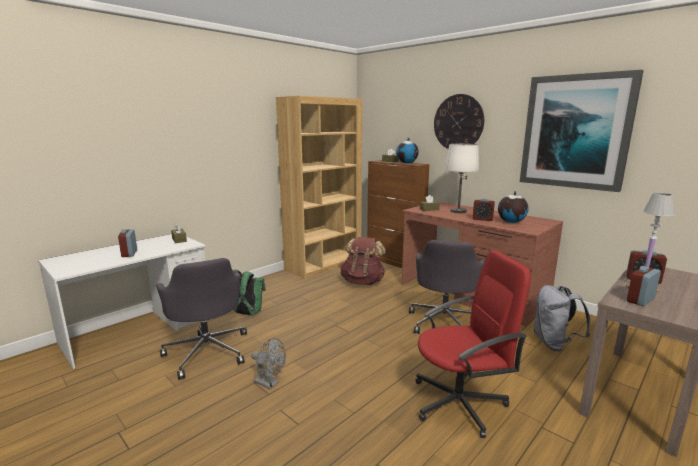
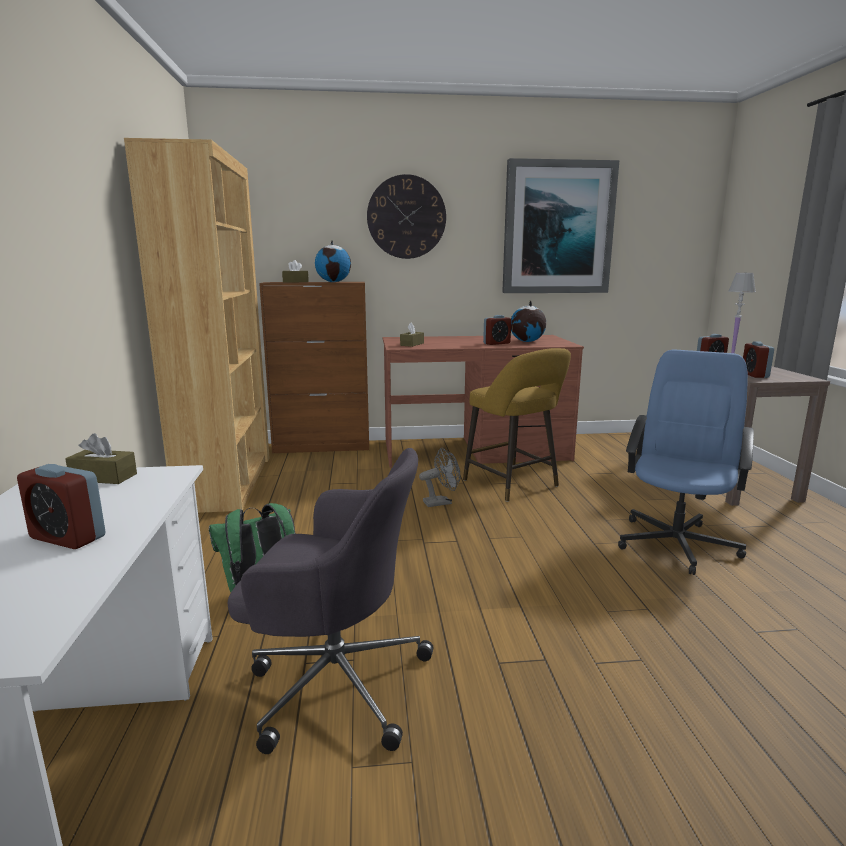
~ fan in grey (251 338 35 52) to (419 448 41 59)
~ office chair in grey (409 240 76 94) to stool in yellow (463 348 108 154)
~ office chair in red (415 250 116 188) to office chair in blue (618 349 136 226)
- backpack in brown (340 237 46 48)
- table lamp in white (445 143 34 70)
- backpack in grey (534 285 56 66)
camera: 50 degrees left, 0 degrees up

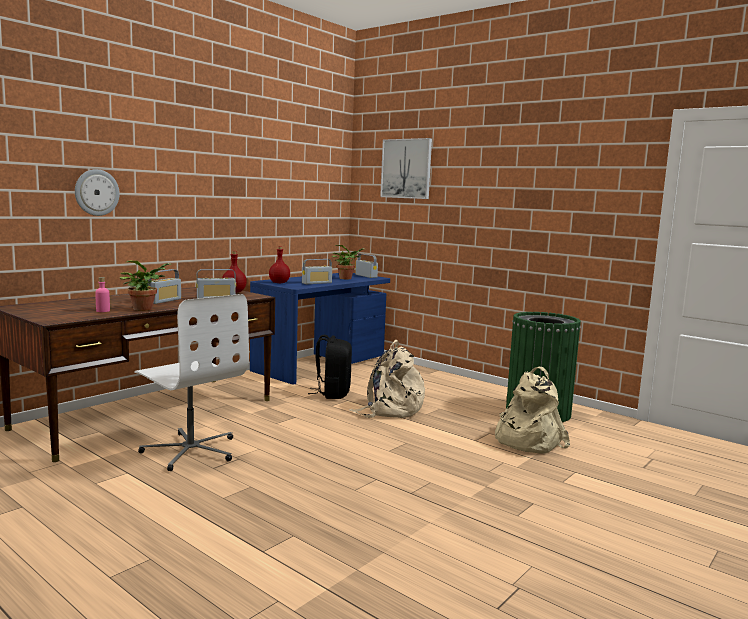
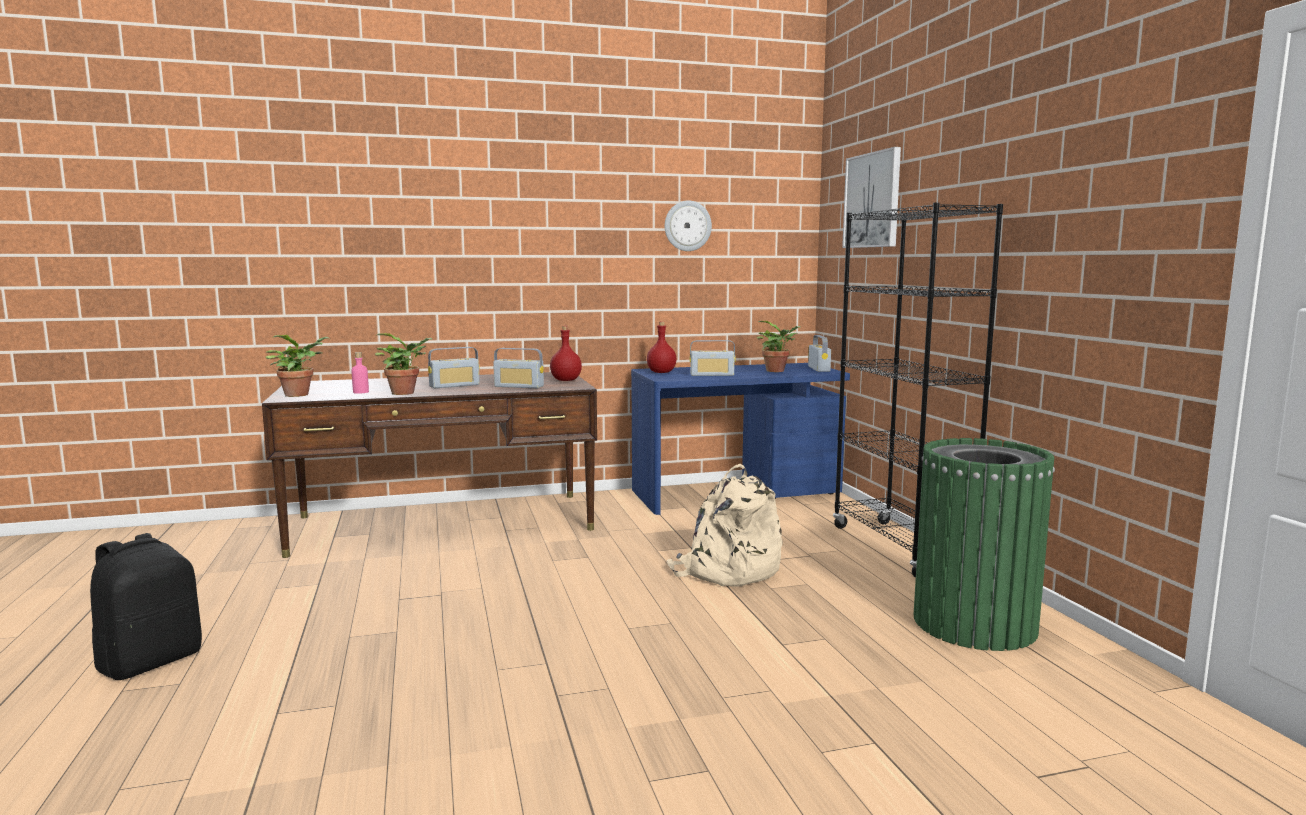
~ backpack in black (308 335 44 64) to (90 533 112 147)
+ potted plant (265 335 65 62)
~ wall clock (75 169 45 47) to (665 200 47 51)
+ bookcase in black (833 202 170 376)
- office chair in white (134 294 115 177)
- backpack in beige (495 367 75 87)
camera: 35 degrees right, 0 degrees up

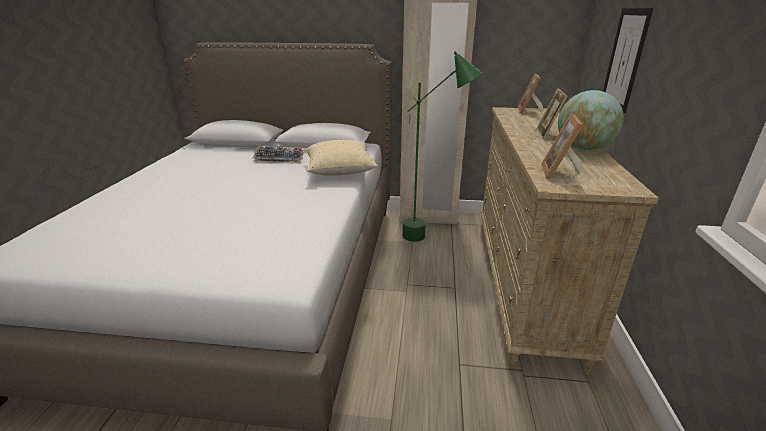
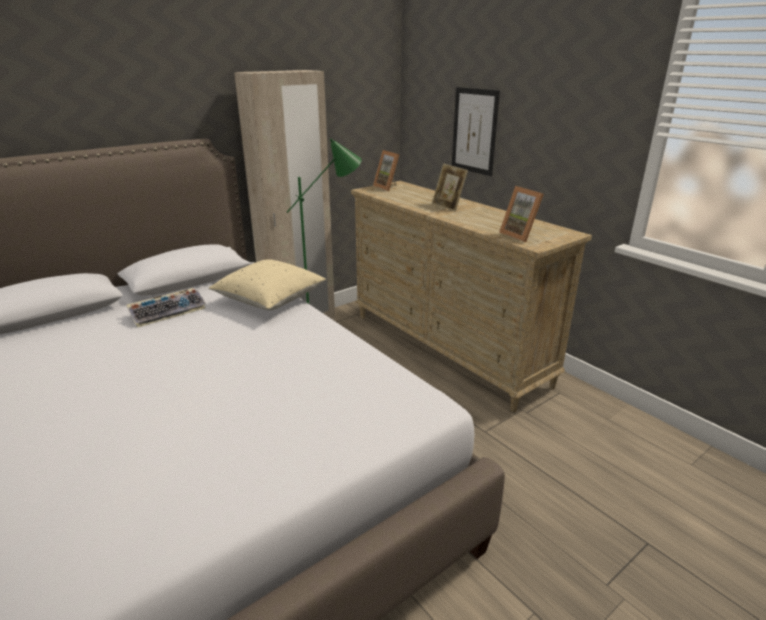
- globe (558 90 66 61)
camera: 45 degrees left, 0 degrees up

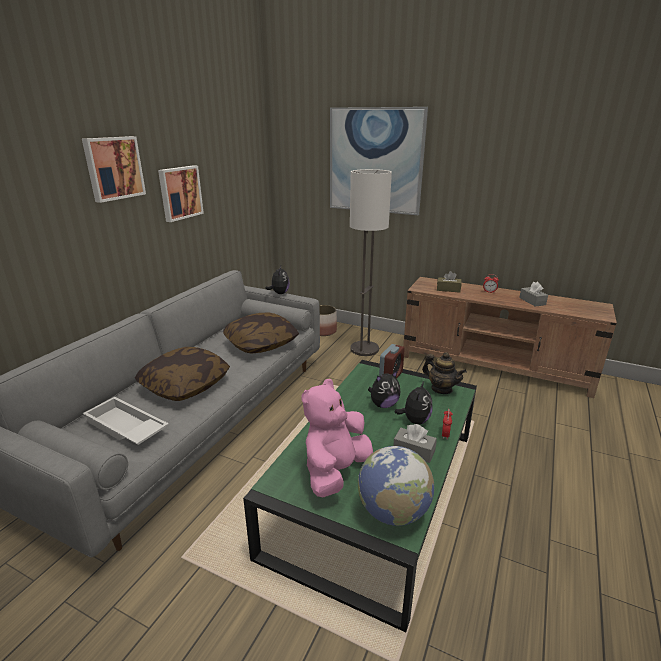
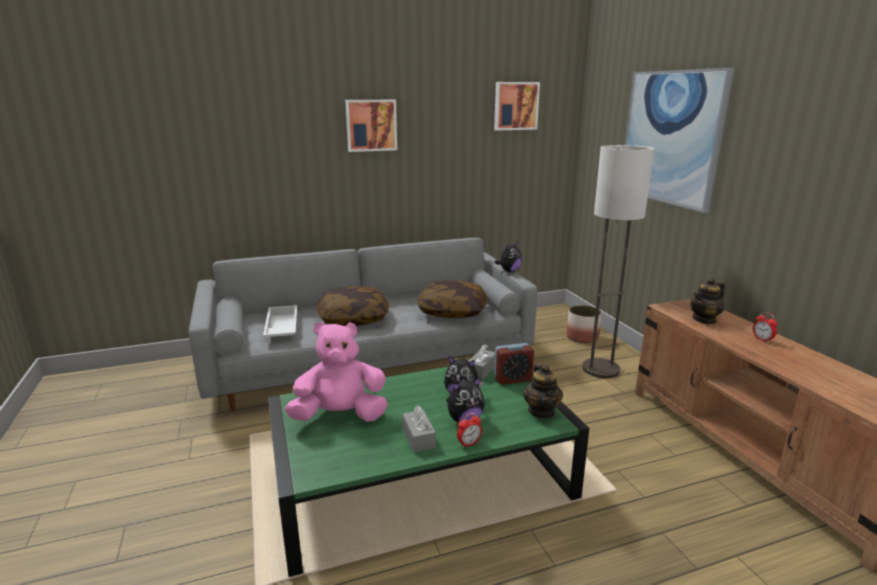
~ tissue box in grey (519 282 29 25) to (469 344 26 36)
~ picture (158 165 46 57) to (494 82 46 49)
~ tissue box in brown (437 271 25 22) to teapot (690 278 35 46)
- globe (358 446 76 80)
camera: 45 degrees right, 5 degrees down

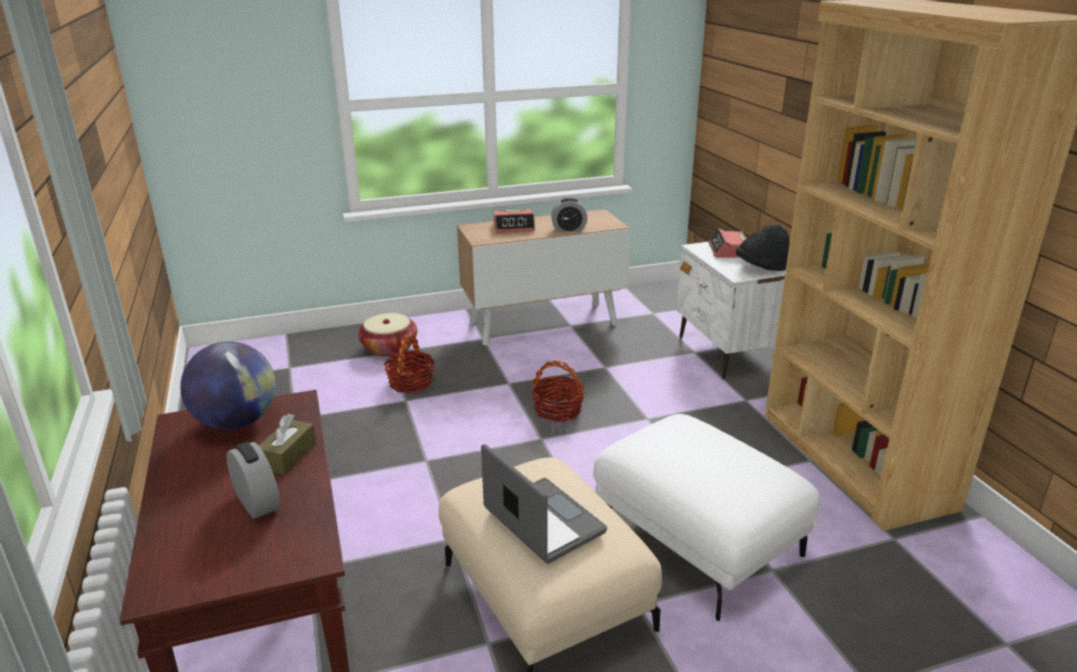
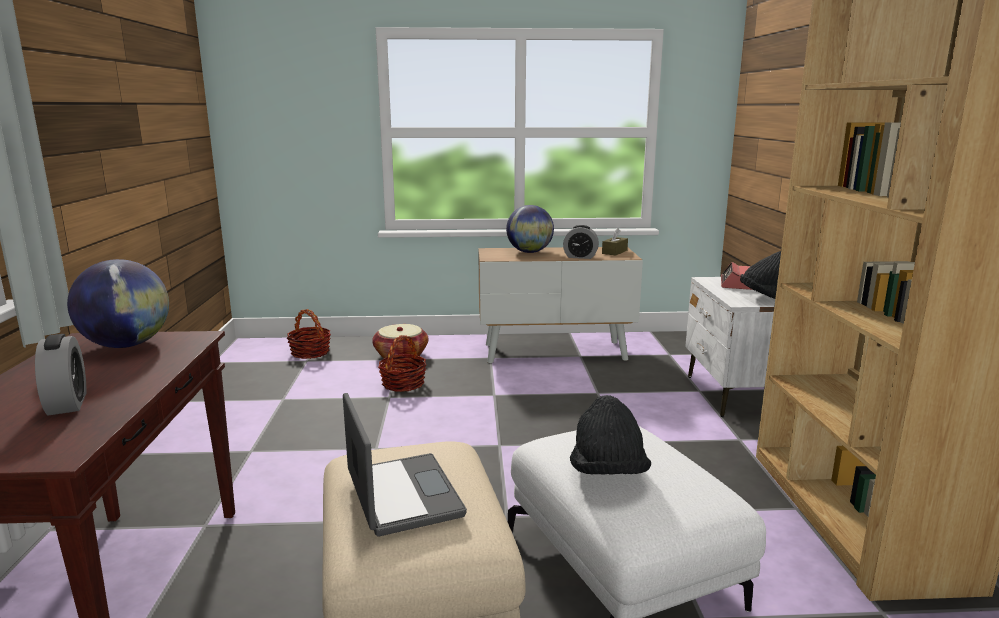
~ basket (531 361 54 61) to (287 309 44 50)
~ alarm clock (494 209 41 23) to globe (506 205 48 48)
+ hat in black (570 395 81 80)
~ tissue box in brown (259 414 57 61) to (602 228 26 28)
camera: 15 degrees right, 10 degrees down

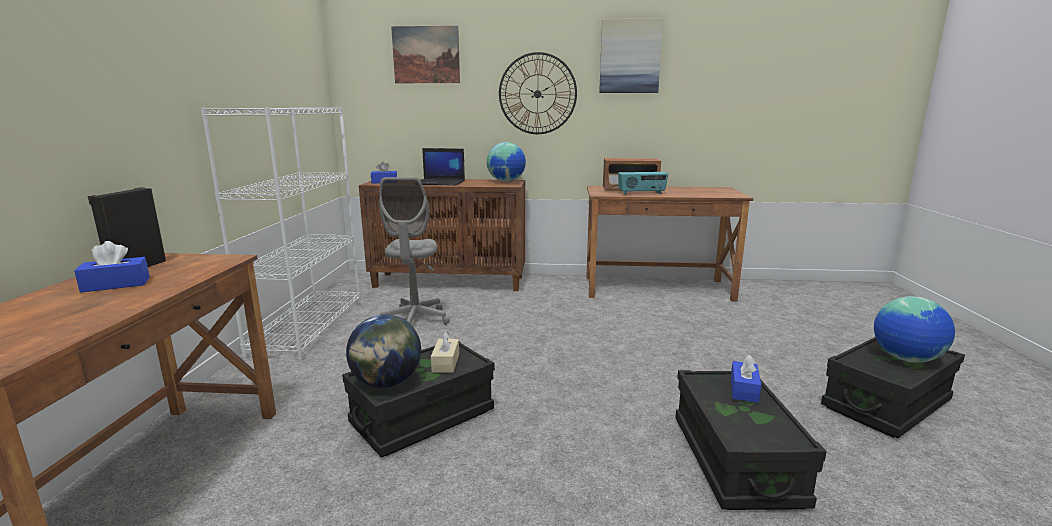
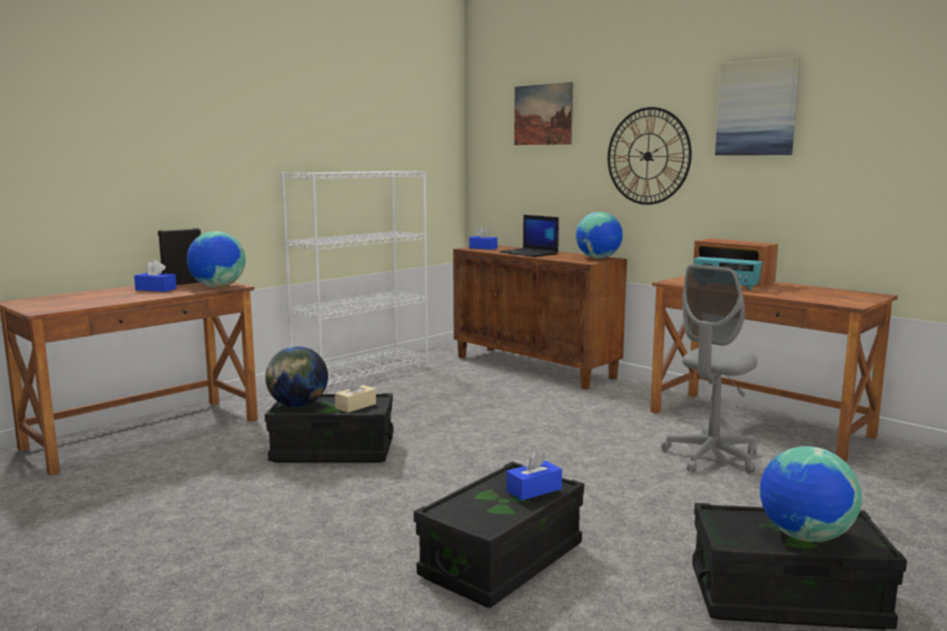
+ globe (187 231 59 56)
~ office chair in grey (379 177 71 148) to (661 264 96 210)
camera: 40 degrees right, 5 degrees down

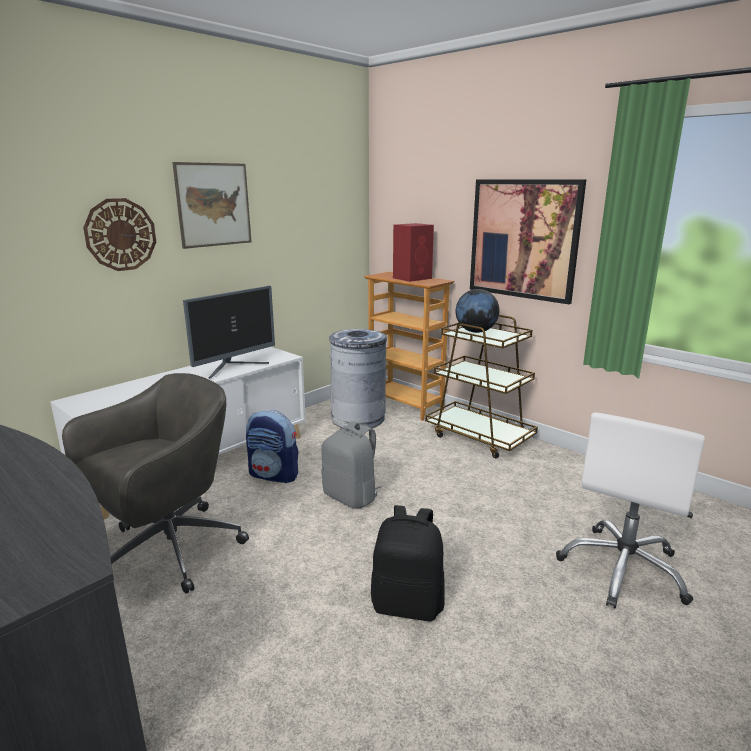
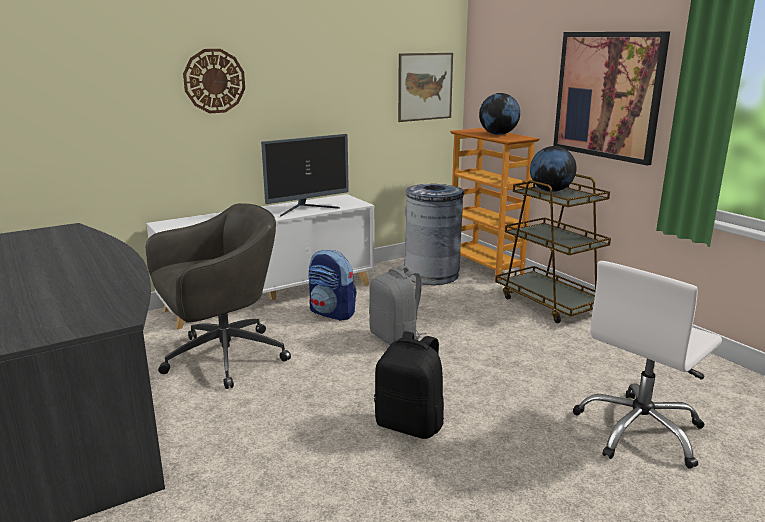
~ picture (172 162 79 87) to (398 53 55 69)
~ speaker in red (393 223 41 59) to globe (479 93 41 42)
camera: 15 degrees right, 0 degrees up

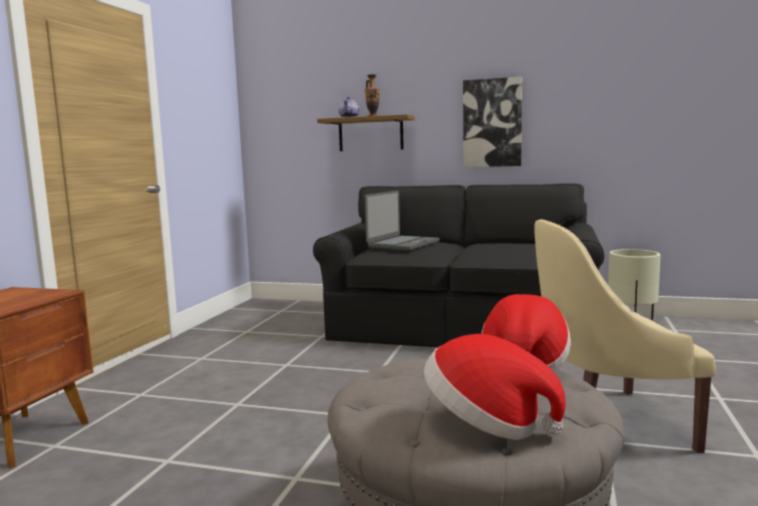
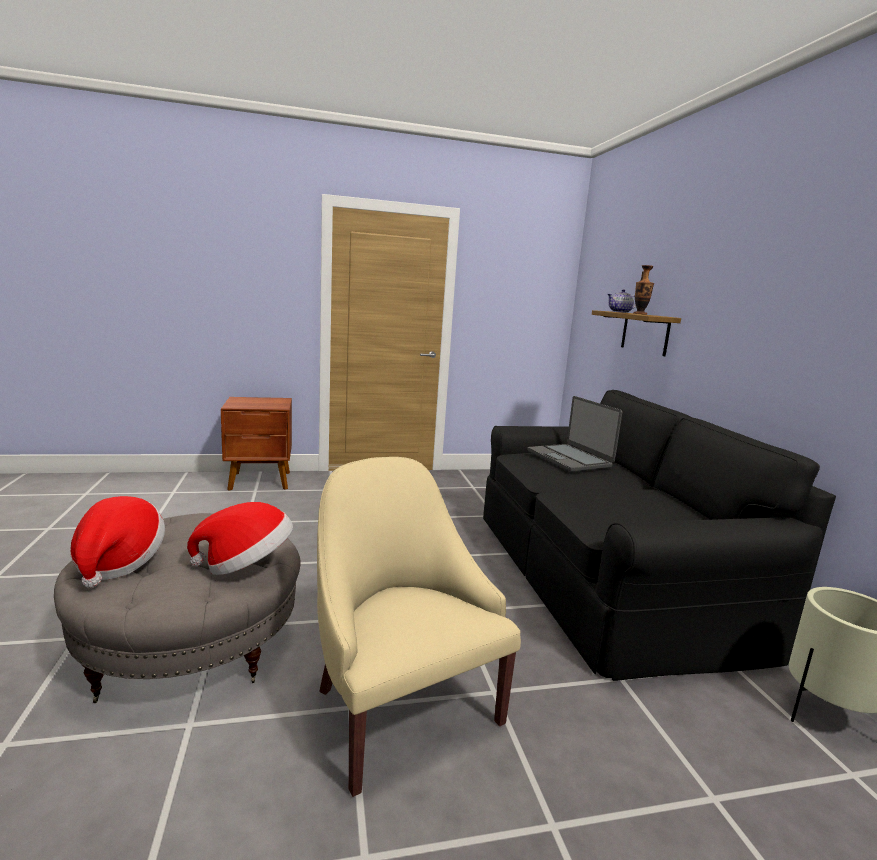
~ laptop (365 190 74 61) = (527 396 95 76) 60 degrees clockwise
- picture (463 77 59 90)
camera: 60 degrees right, 5 degrees up

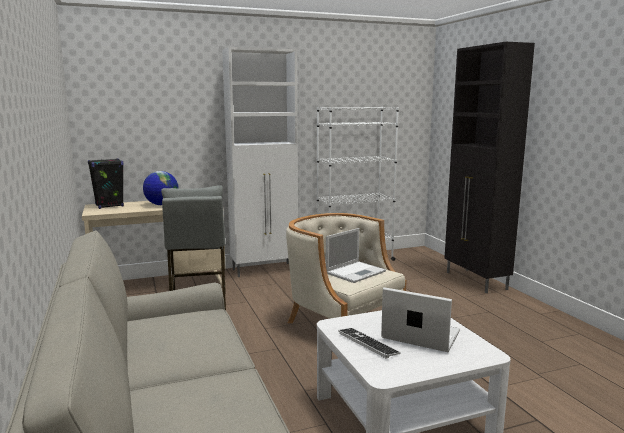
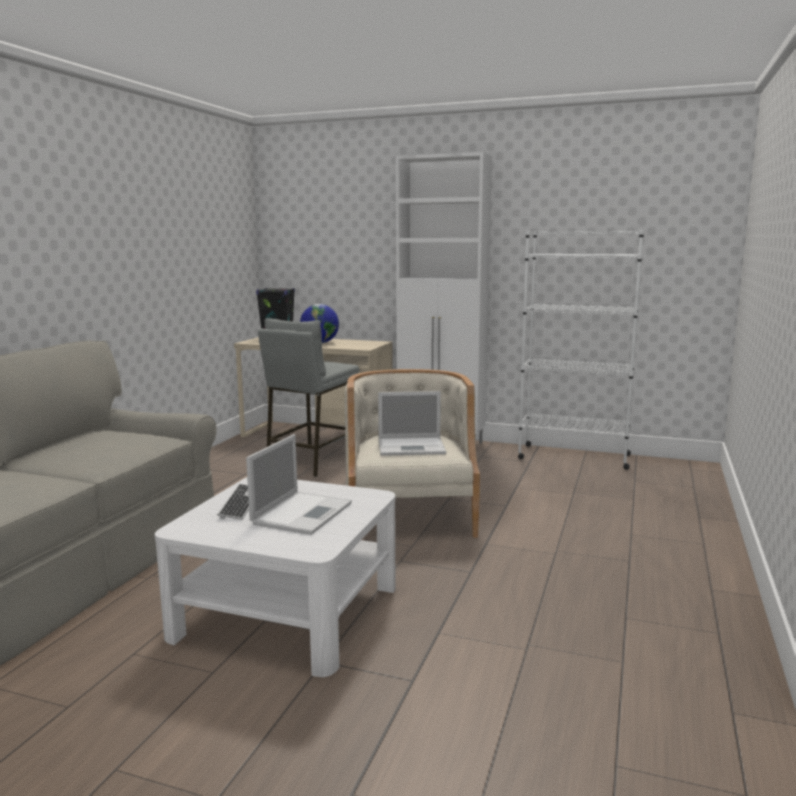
~ laptop (381 287 79 65) = (246 434 106 101) 45 degrees clockwise
- cabinet in black (444 42 91 251)
camera: 40 degrees right, 0 degrees up

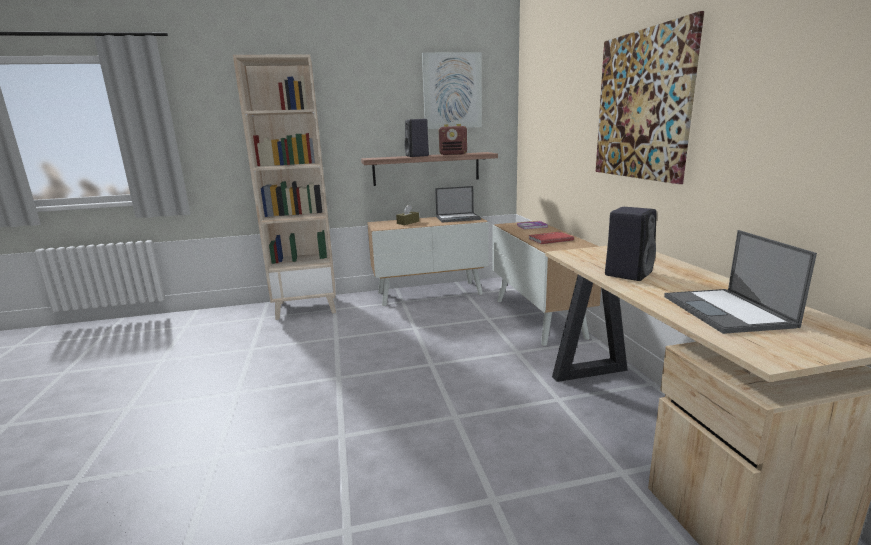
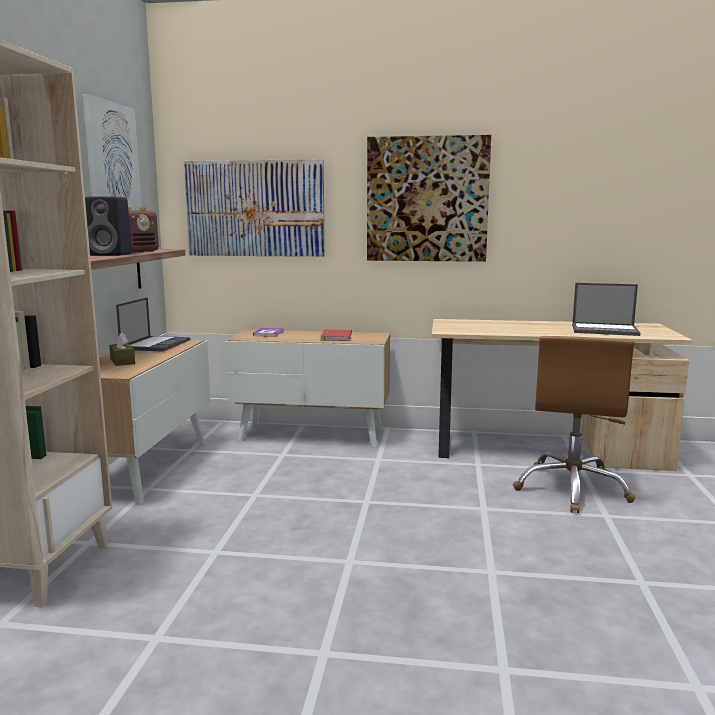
+ picture (184 159 141 98)
+ office chair in brown (513 336 123 177)
- speaker in black (605 207 52 74)
camera: 70 degrees left, 5 degrees down

